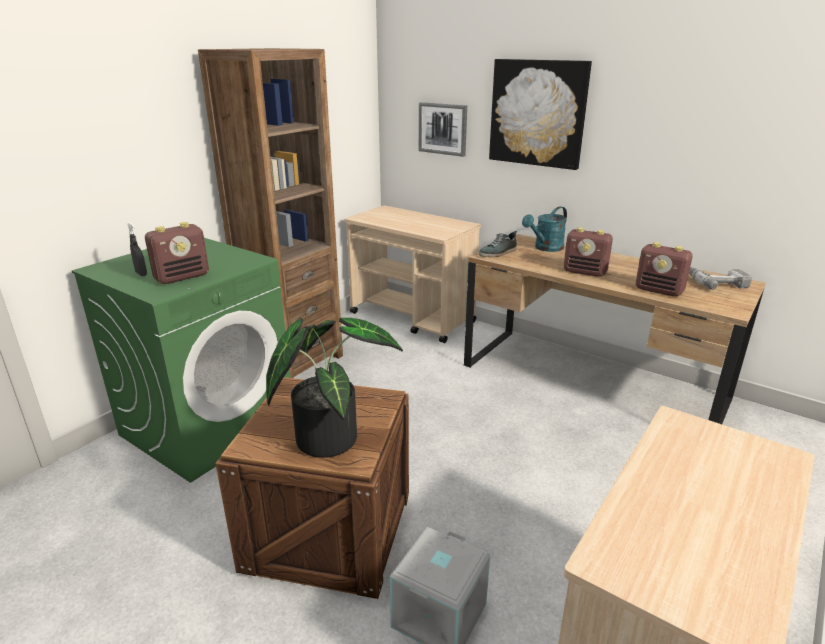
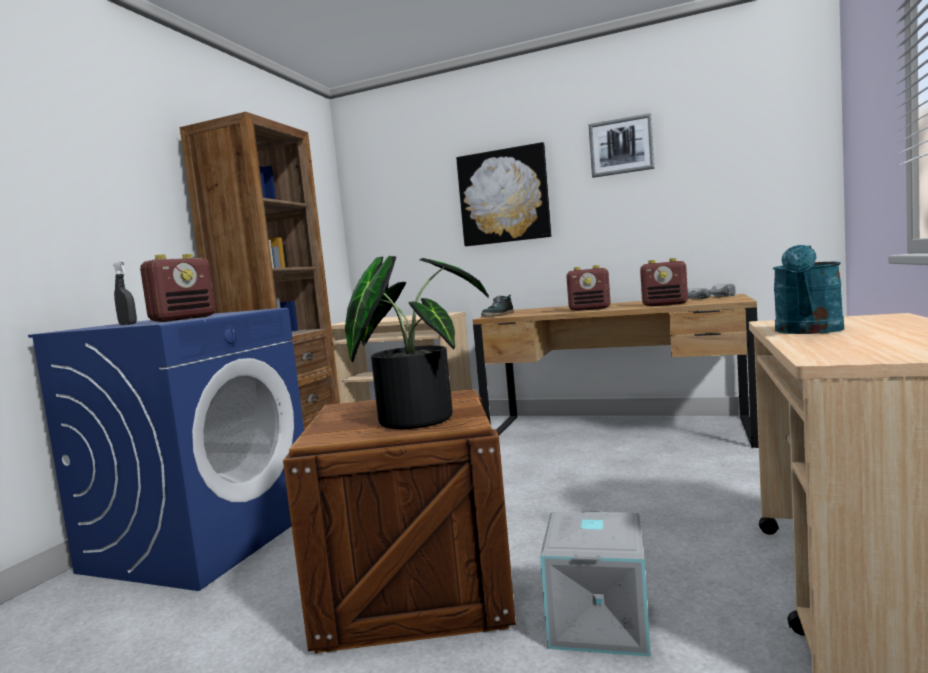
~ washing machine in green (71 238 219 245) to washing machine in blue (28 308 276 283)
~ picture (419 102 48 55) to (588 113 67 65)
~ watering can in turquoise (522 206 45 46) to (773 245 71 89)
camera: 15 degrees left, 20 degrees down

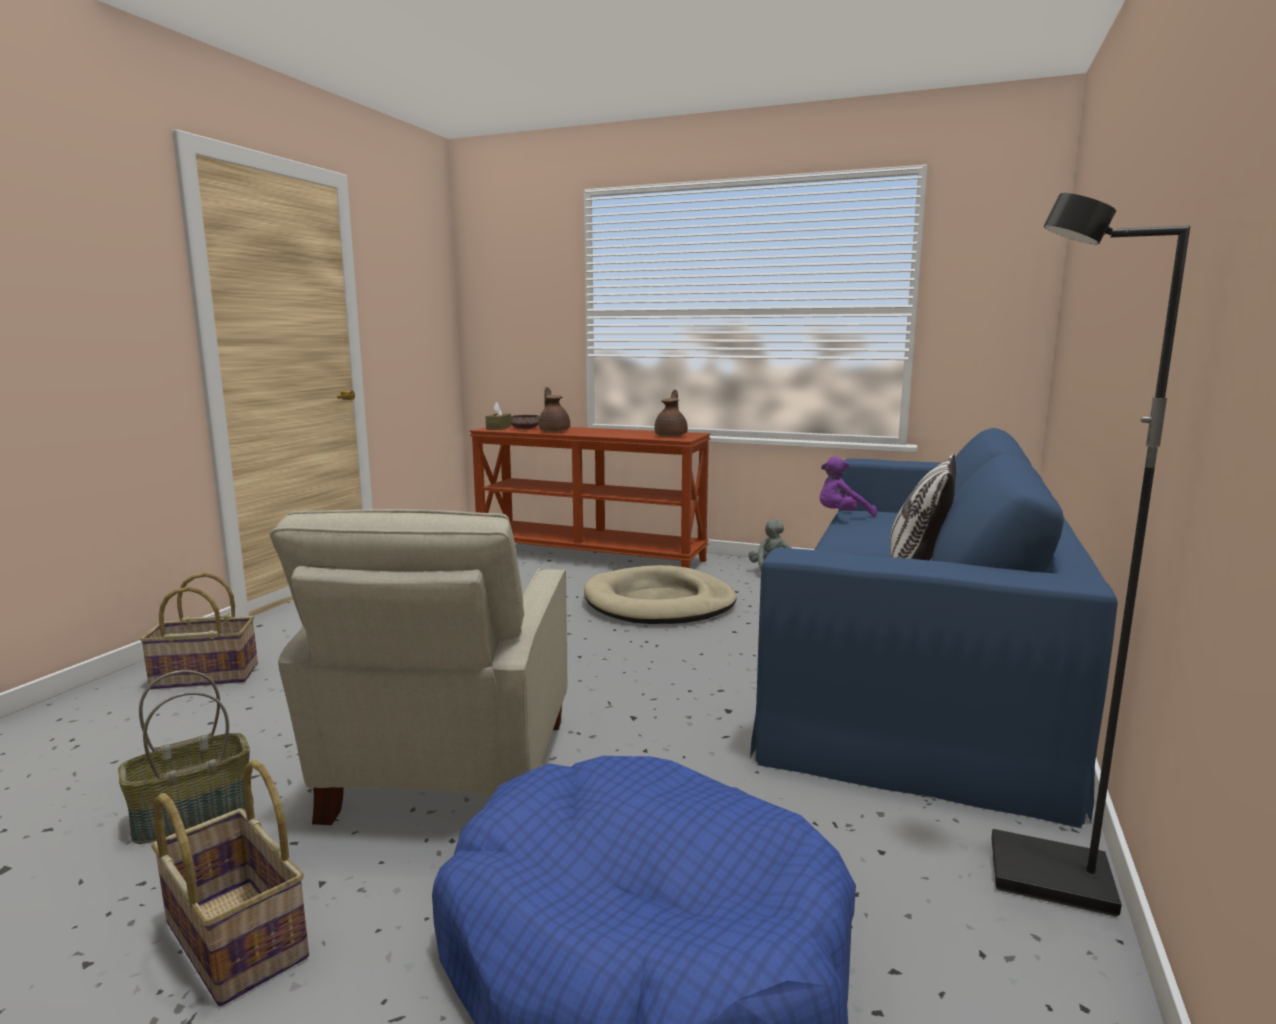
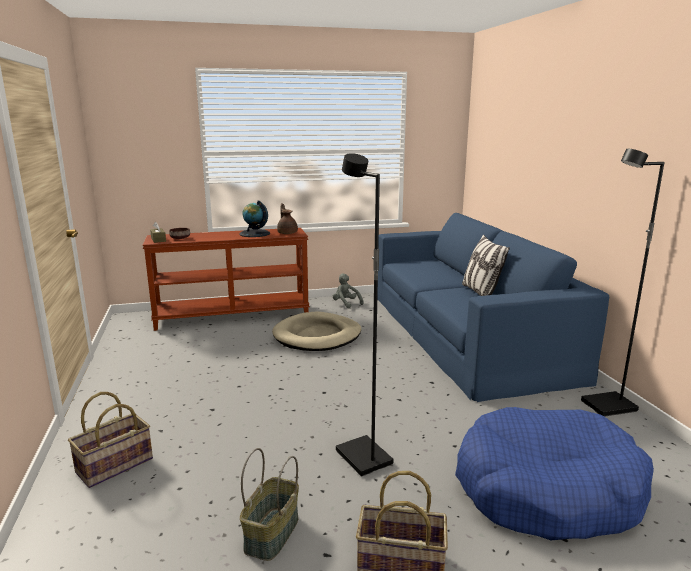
+ globe (239 200 31 37)
~ armchair in beige (270 509 297 316) to floor lamp in black (336 153 57 324)
- teapot in brown (539 387 31 45)
- plush toy in purple (820 456 57 60)
camera: 35 degrees left, 5 degrees up

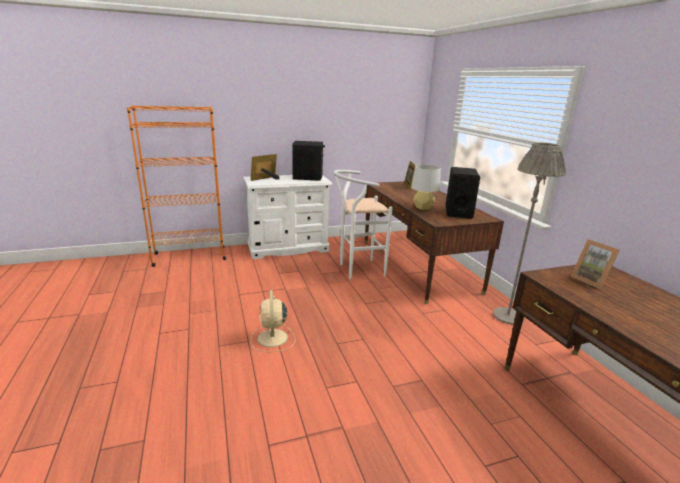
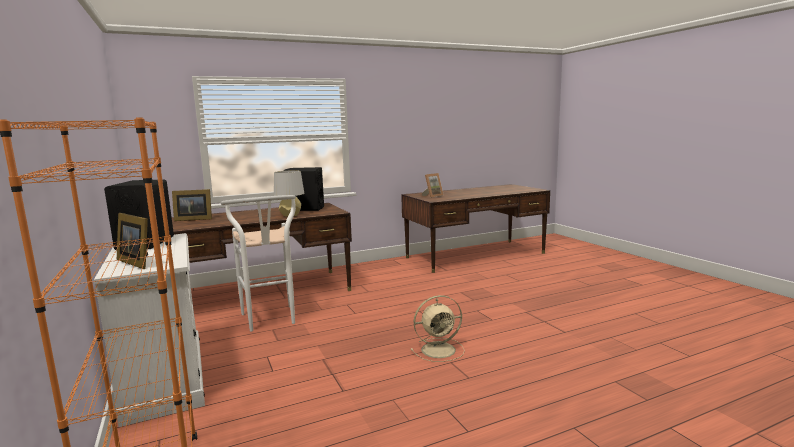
- floor lamp in grey (493 142 73 183)
camera: 95 degrees left, 10 degrees down

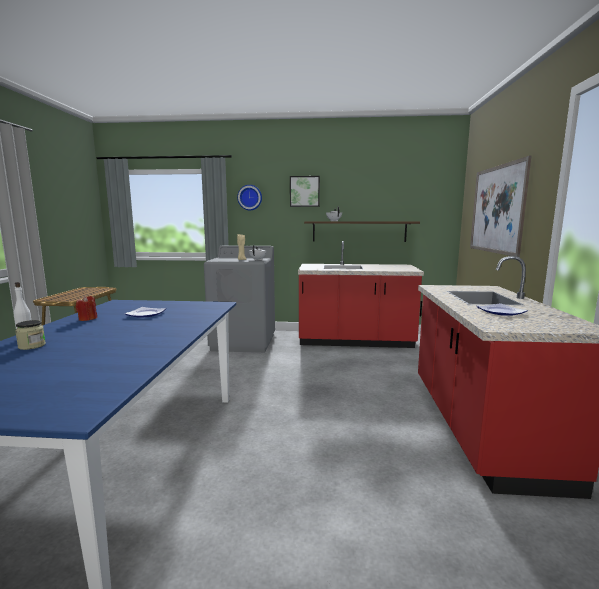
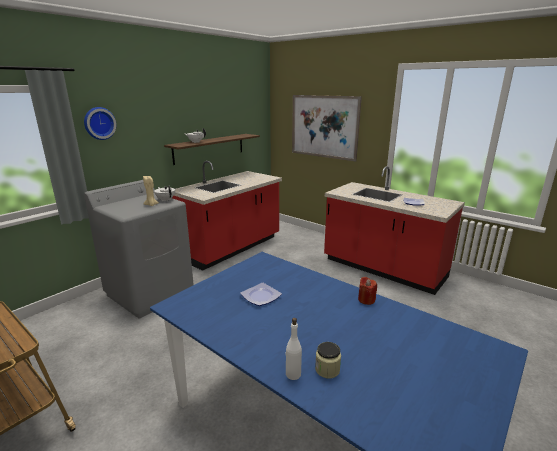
~ candle in red (76 296 21 25) to (358 277 19 28)
- picture (290 176 30 31)
camera: 55 degrees left, 10 degrees up

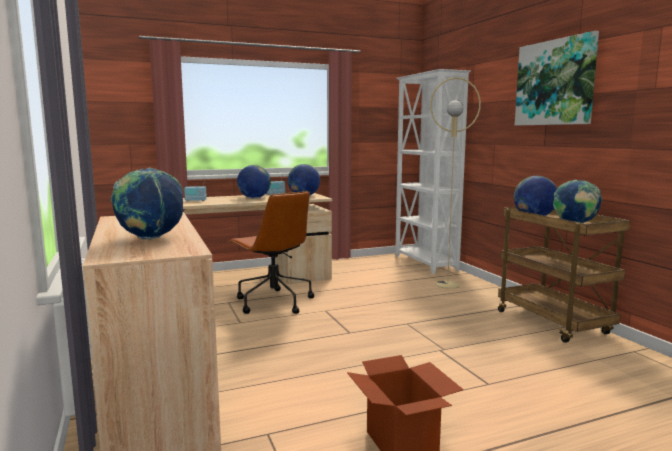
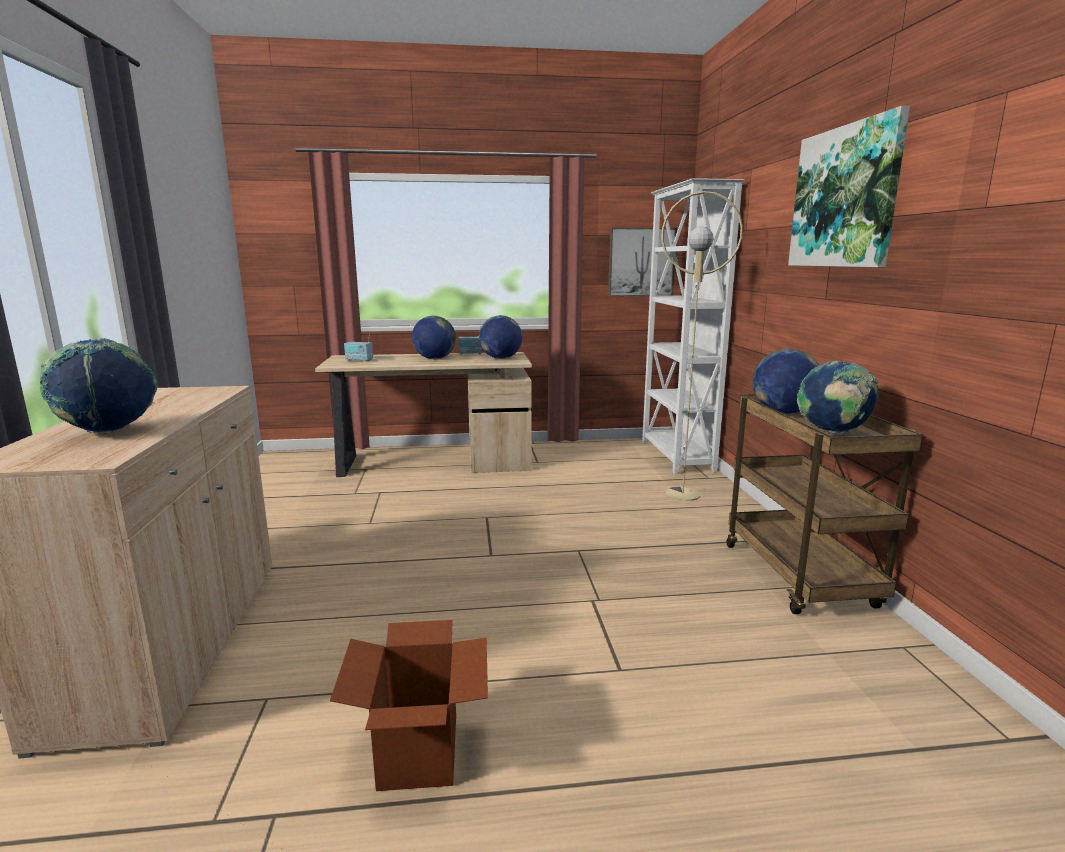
+ picture (608 227 69 70)
- office chair in brown (228 191 86 123)
camera: 15 degrees right, 5 degrees up

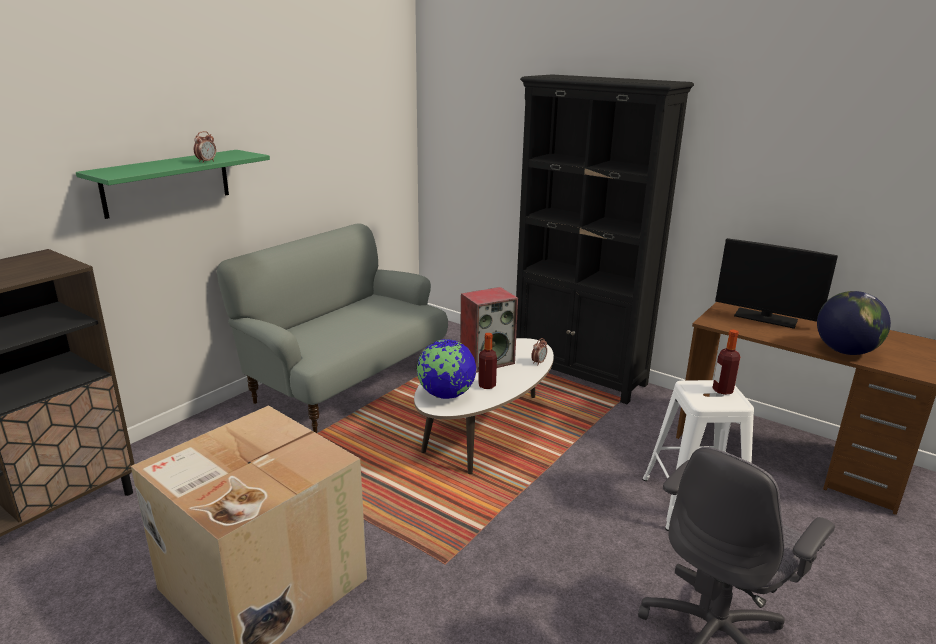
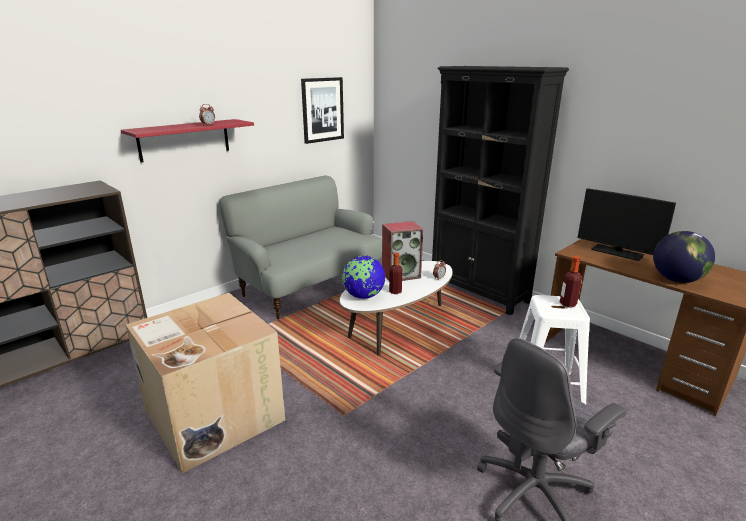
~ shelf in green (76 150 194 69) to shelf in red (121 119 133 44)
+ picture (301 77 43 67)
camera: 10 degrees right, 0 degrees up

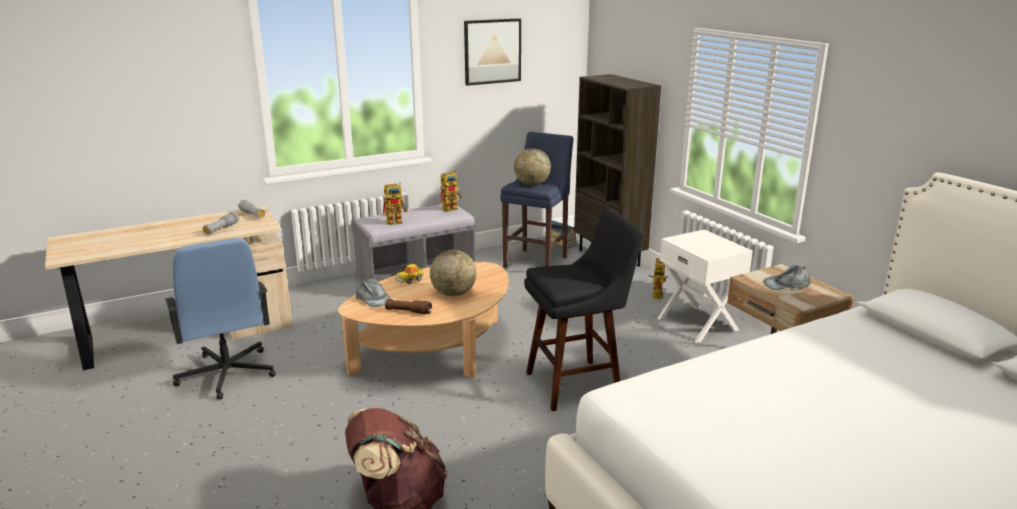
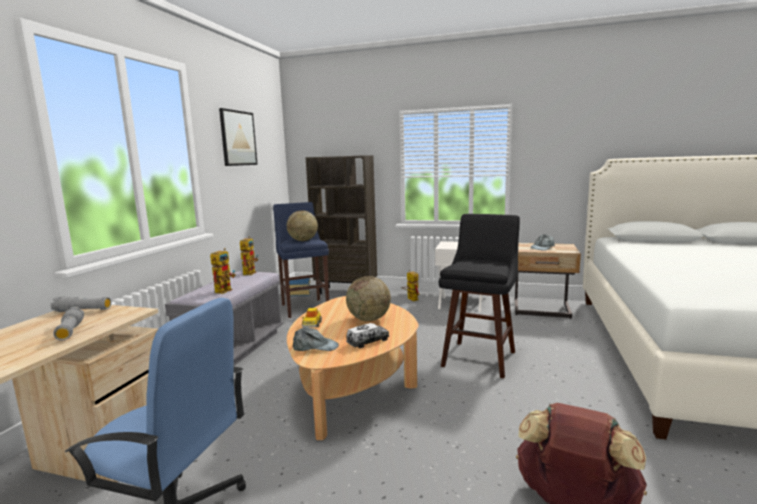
~ flashlight in brown (385 299 47 15) to toy truck (346 323 43 25)
camera: 45 degrees left, 10 degrees down

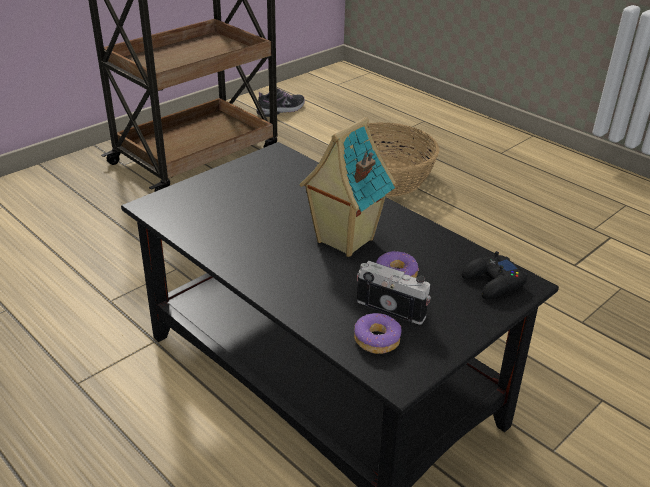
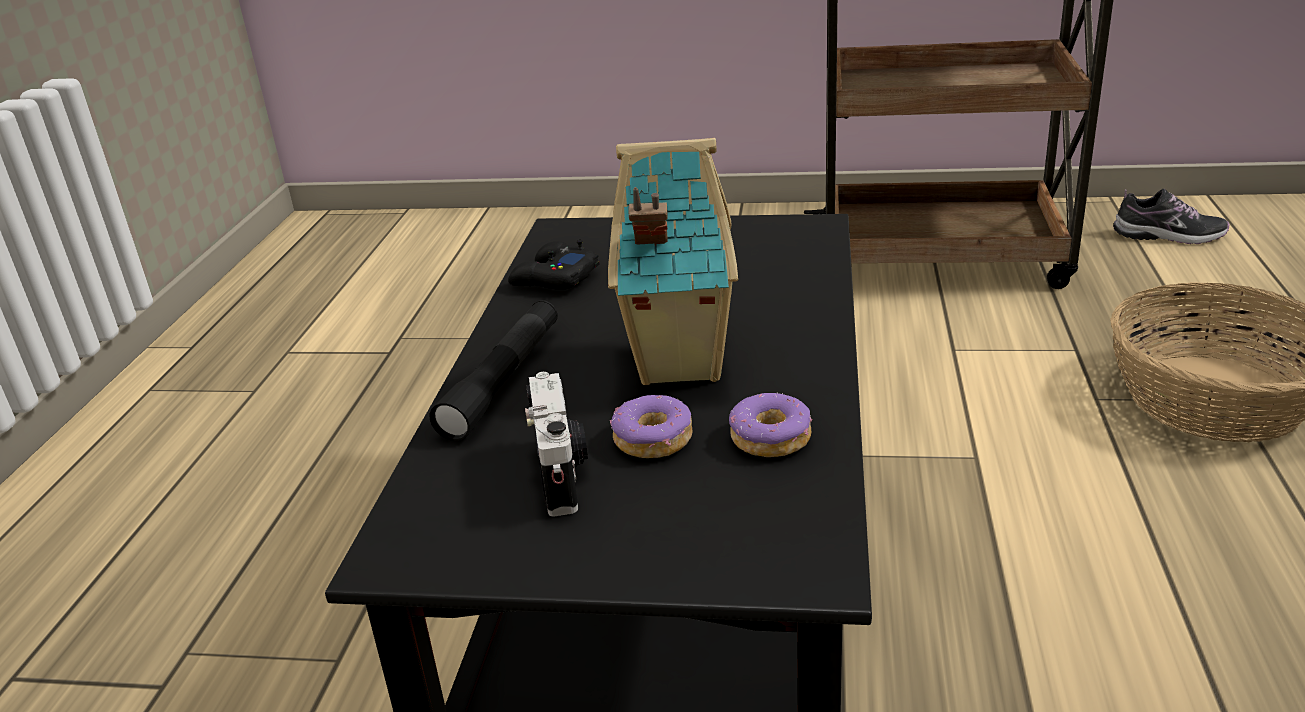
+ flashlight in black (430 300 128 141)
~ game controller in black (462 251 66 48) to (508 239 92 51)
~ donut (354 313 47 41) to (729 393 84 64)
camera: 55 degrees right, 5 degrees down

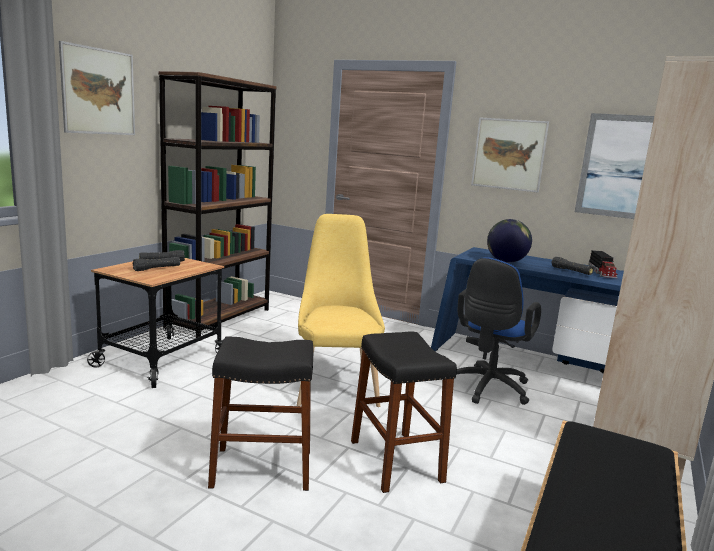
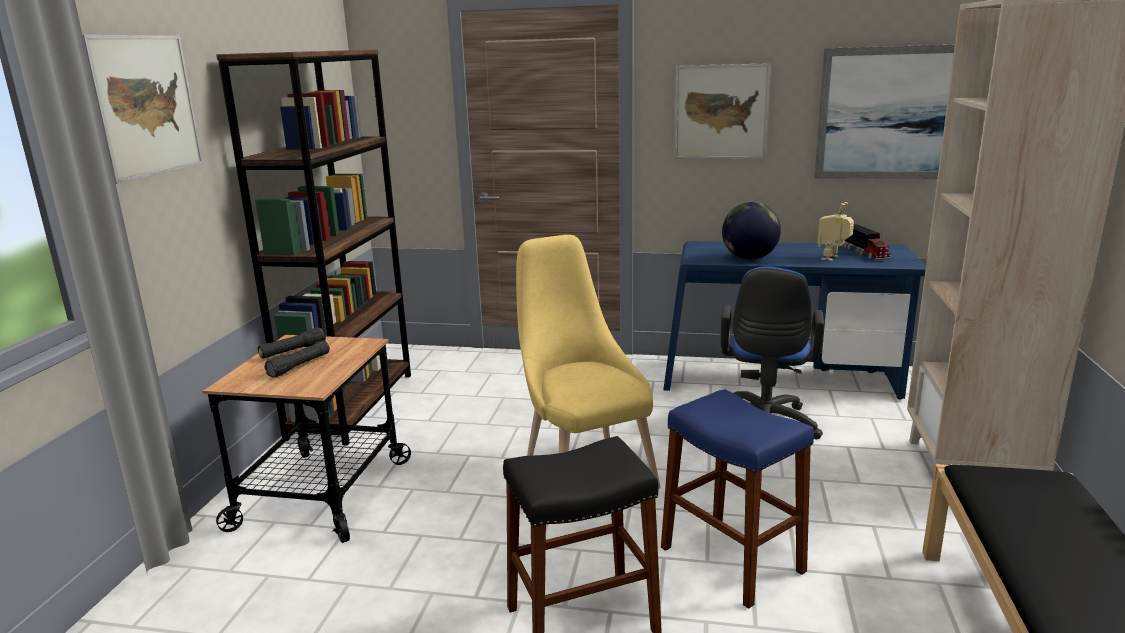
~ stool in black (351 331 106 162) to stool in blue (661 389 153 220)
~ flashlight in black (551 257 43 18) to toy robot (817 202 37 59)
camera: 15 degrees left, 5 degrees up

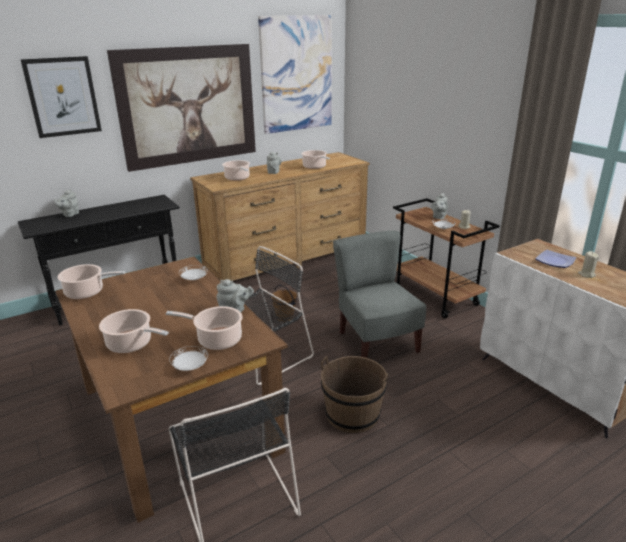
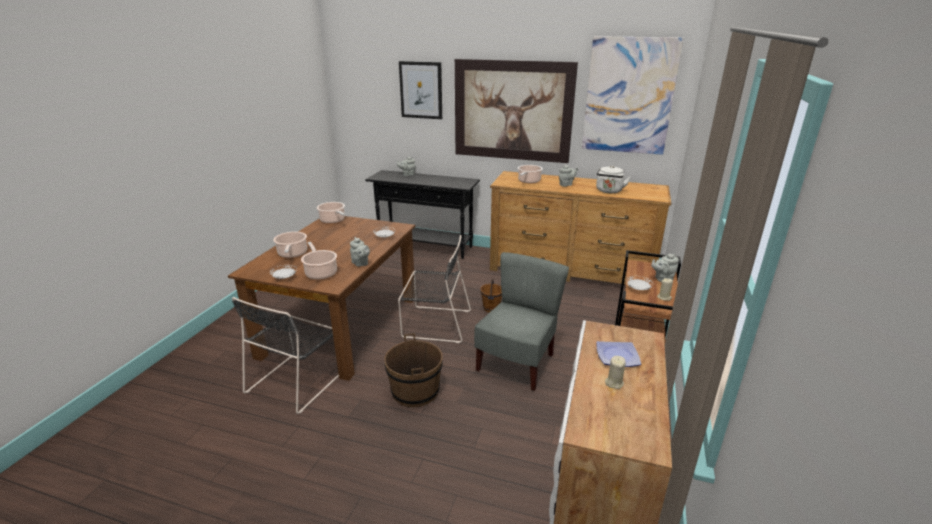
~ cooking pot (301 150 29 19) to kettle in white (596 166 35 27)
camera: 50 degrees right, 0 degrees up

